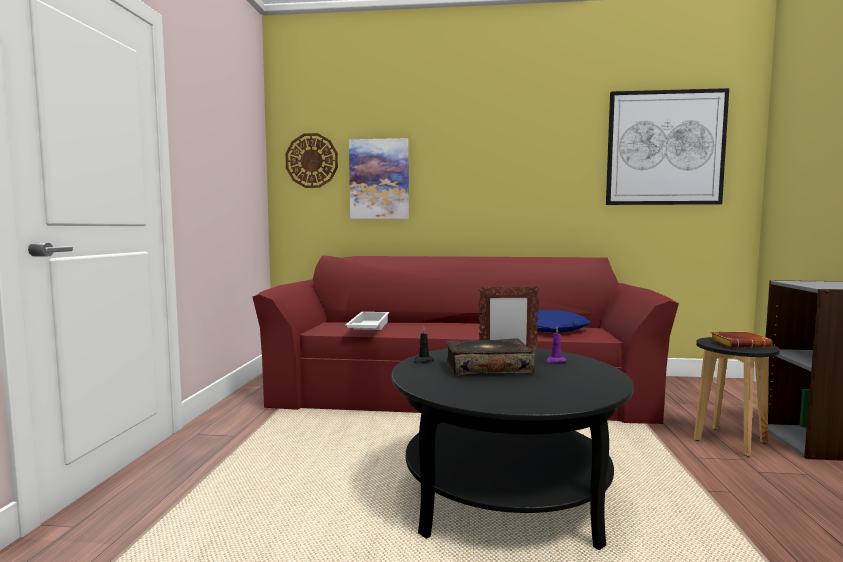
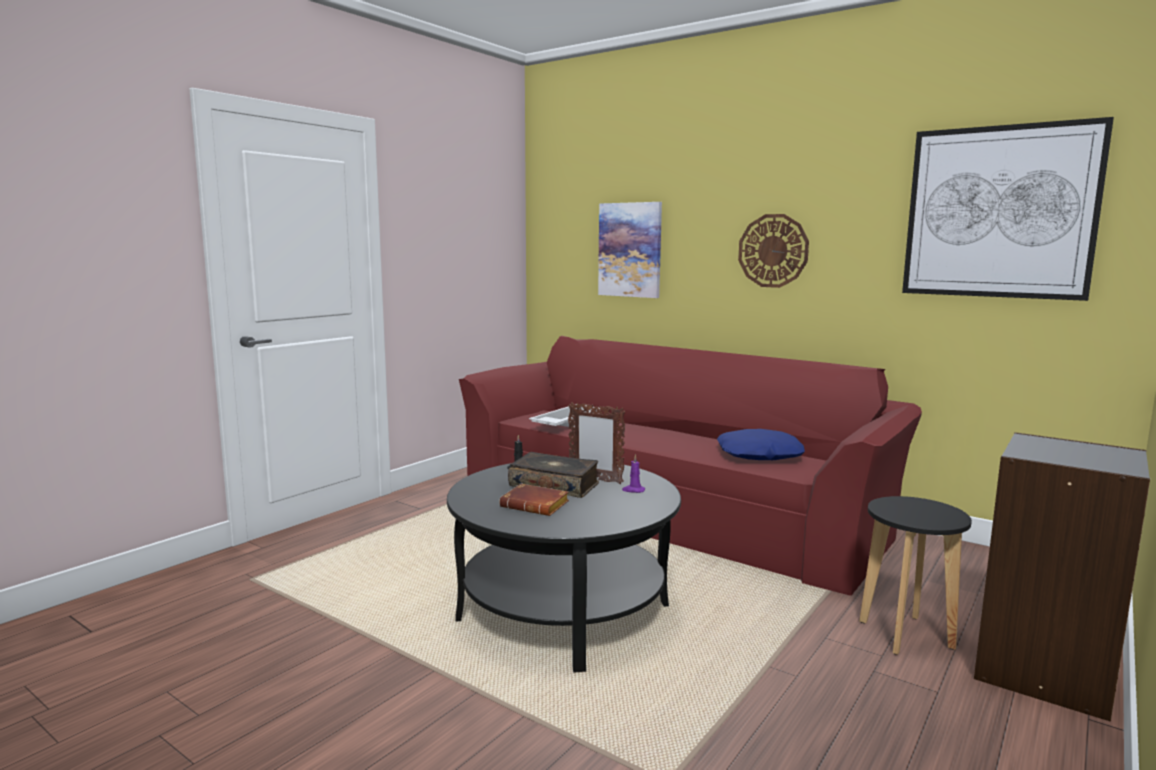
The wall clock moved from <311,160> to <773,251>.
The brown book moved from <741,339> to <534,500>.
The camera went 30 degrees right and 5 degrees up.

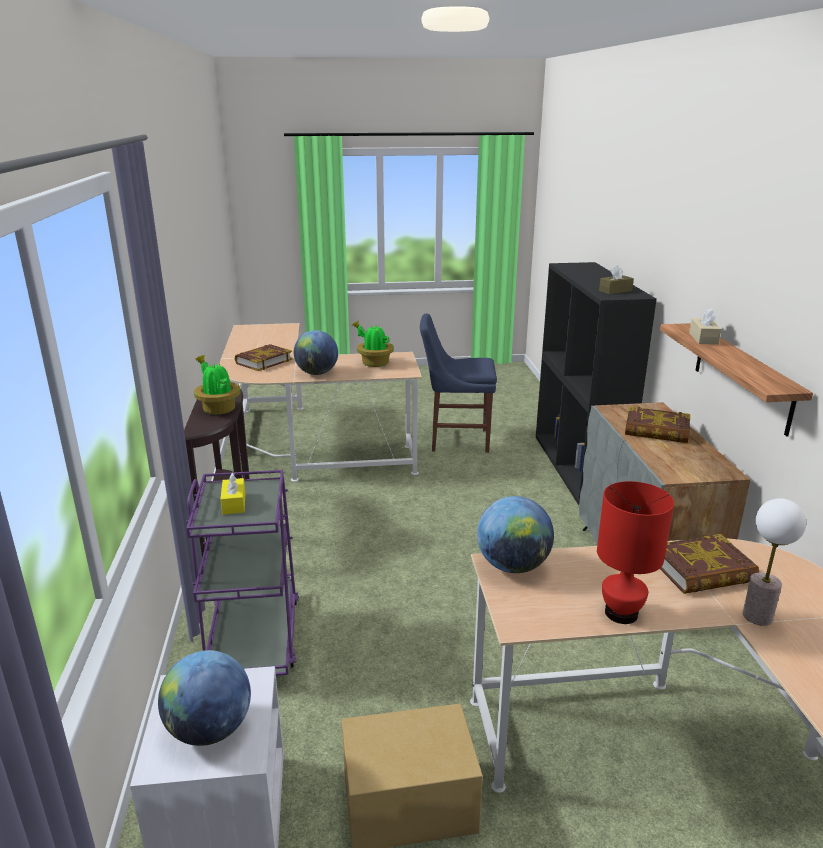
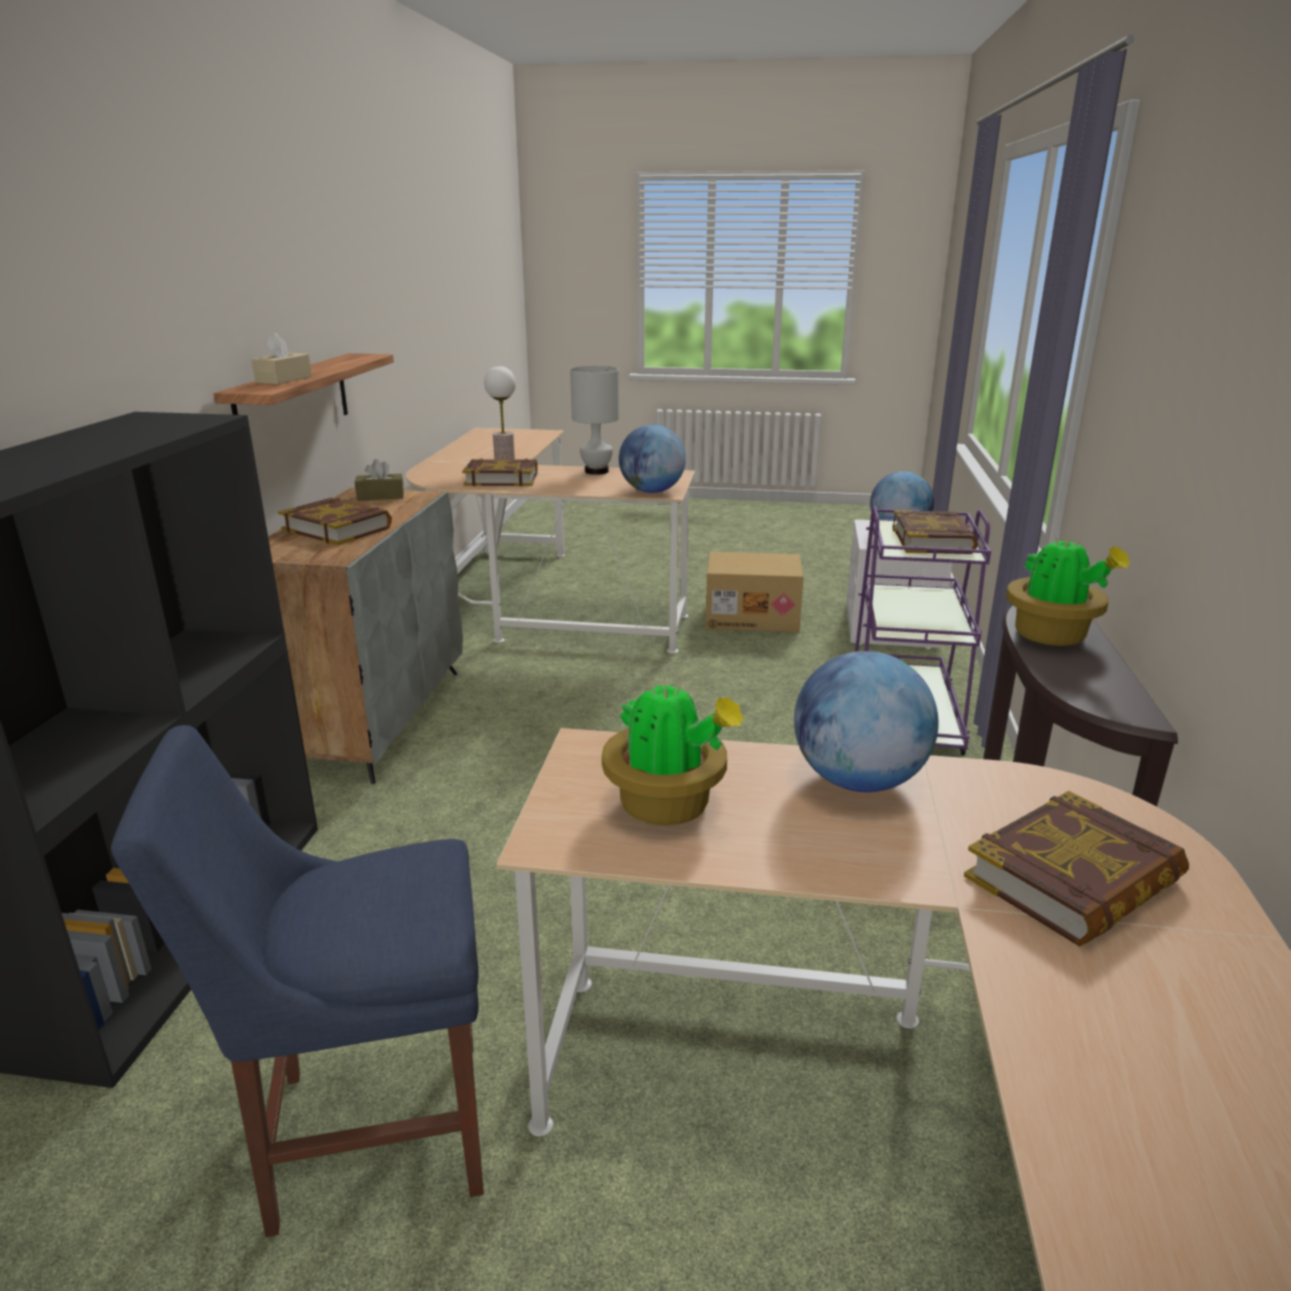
The yellow tissue box at <232,494> was replaced by the book at <935,532>.
The blue chair at <458,383> turned 150 degrees clockwise.
The red table lamp at <635,552> became the white table lamp at <594,420>.
The brown tissue box moved from <616,279> to <379,480>.
The camera went 165 degrees left and 0 degrees up.

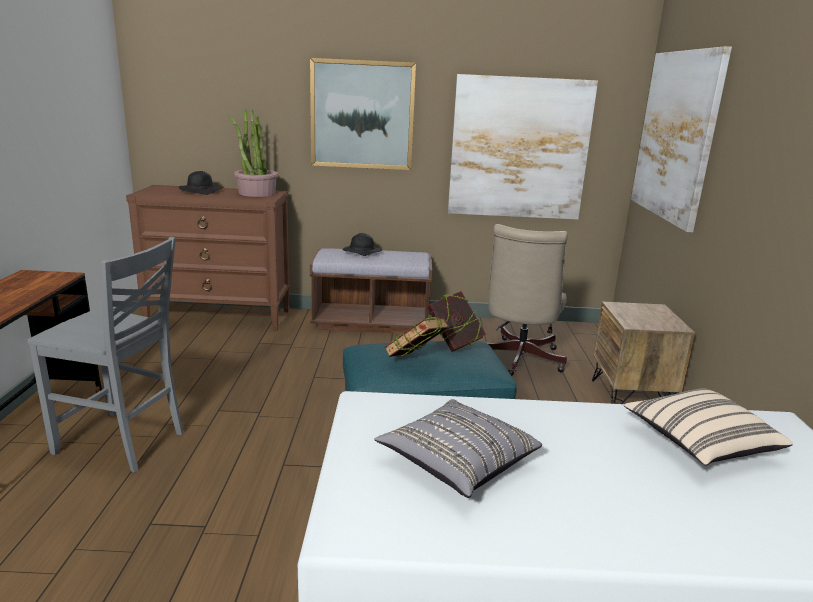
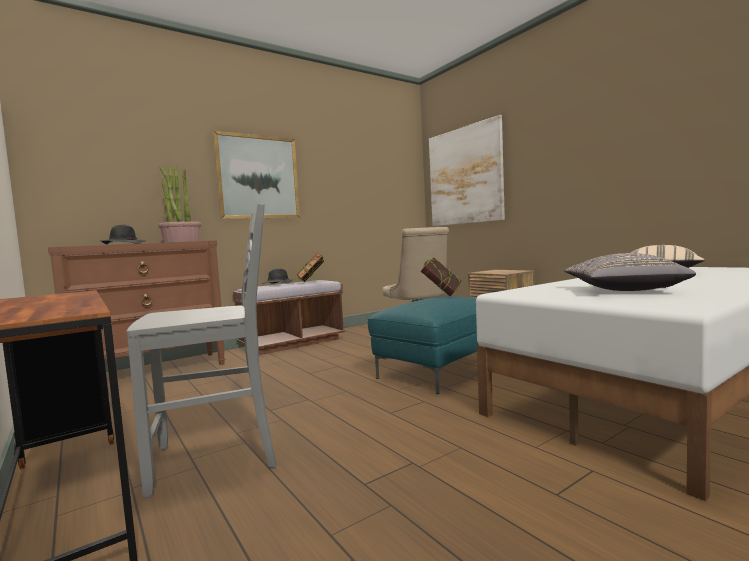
The book moved from <416,336> to <310,267>.
The picture at <523,147> disappeared.
The camera went 35 degrees left and 15 degrees down.

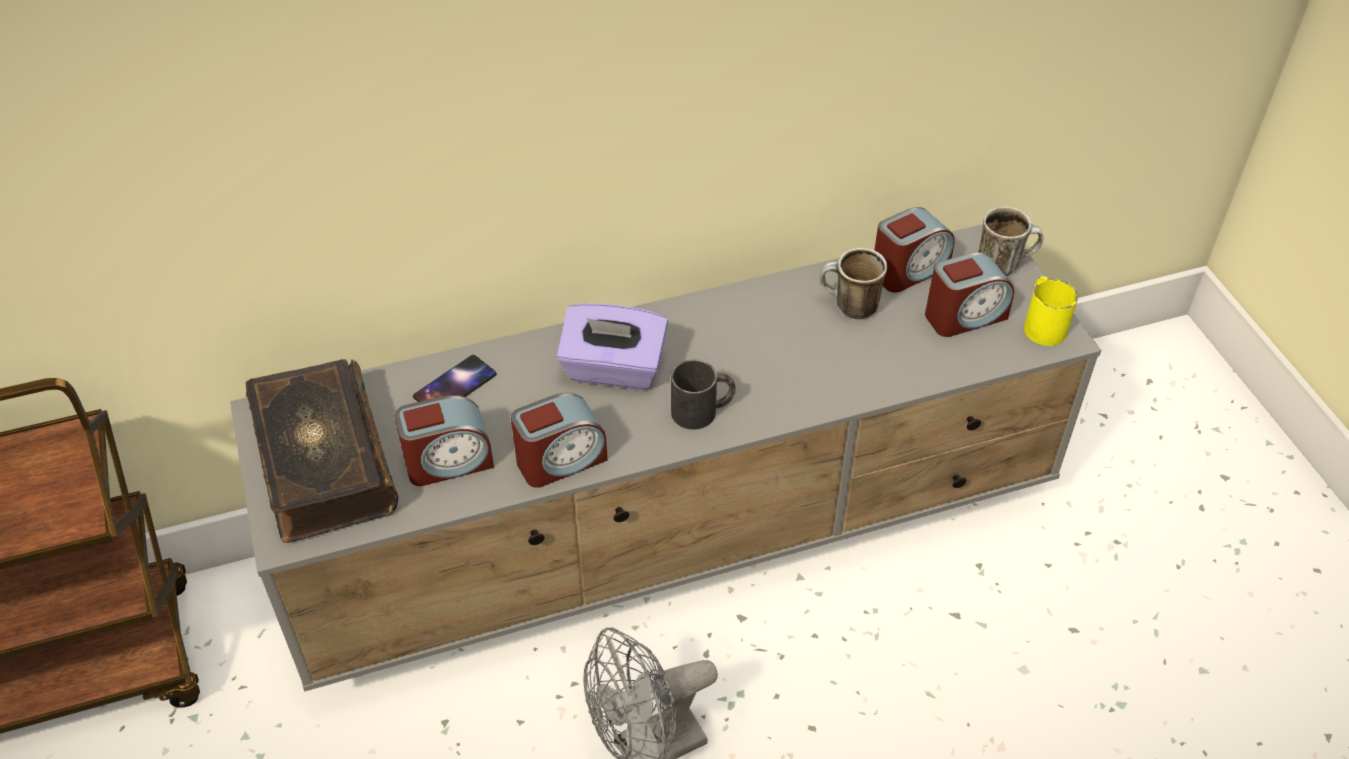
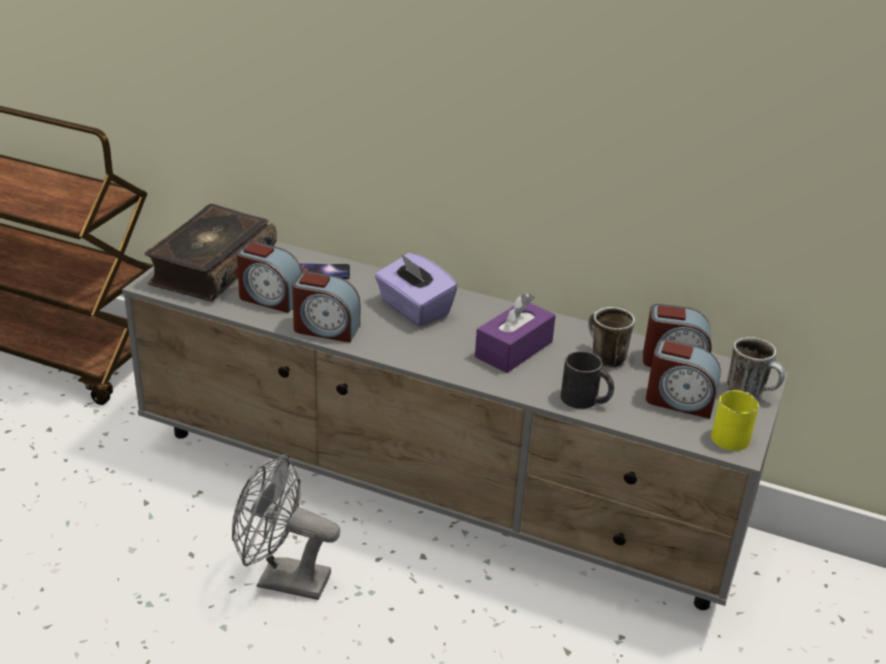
The black mug moved from <703,394> to <587,380>.
The purple tissue box at <515,333> appeared.
The camera went 40 degrees right and 15 degrees down.

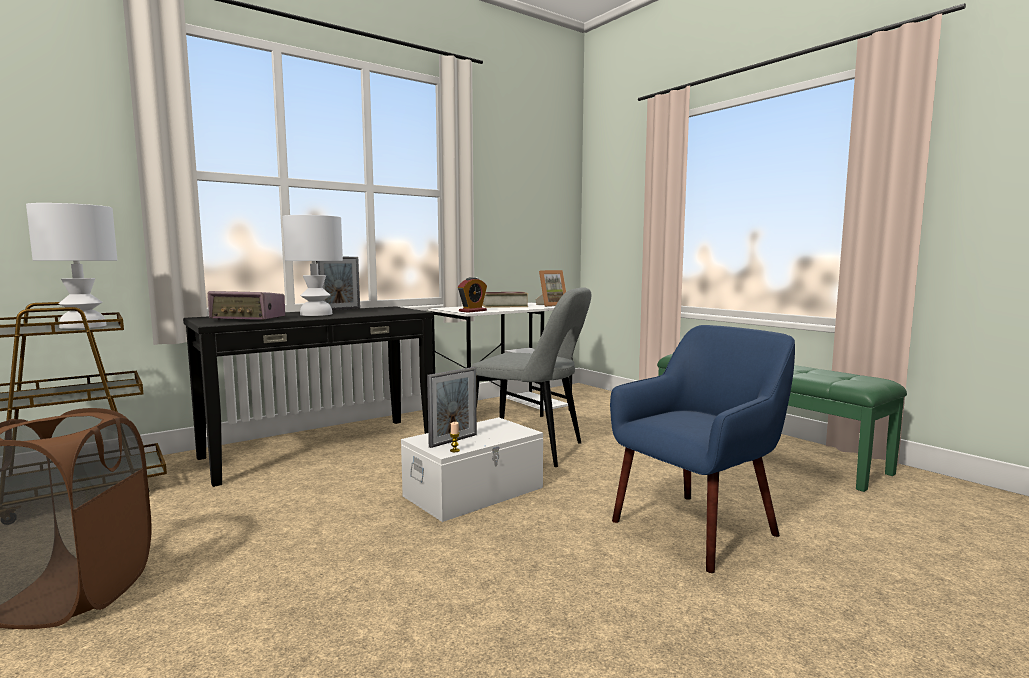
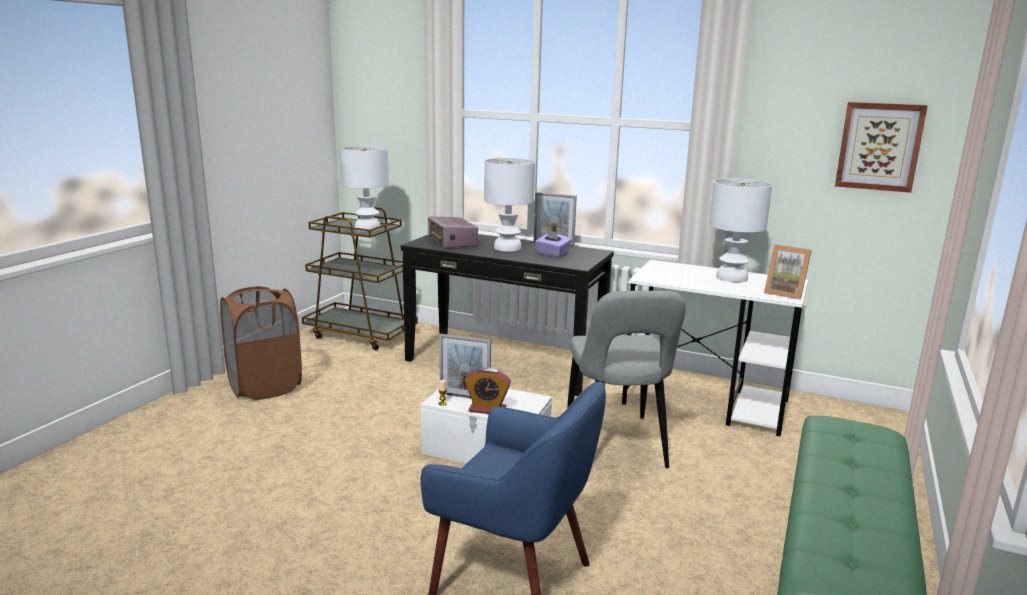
The alarm clock moved from <472,295> to <488,390>.
The book at <505,300> was replaced by the white table lamp at <740,230>.
The purple tissue box at <553,244> appeared.
The picture at <881,147> appeared.
The camera went 60 degrees right and 10 degrees up.

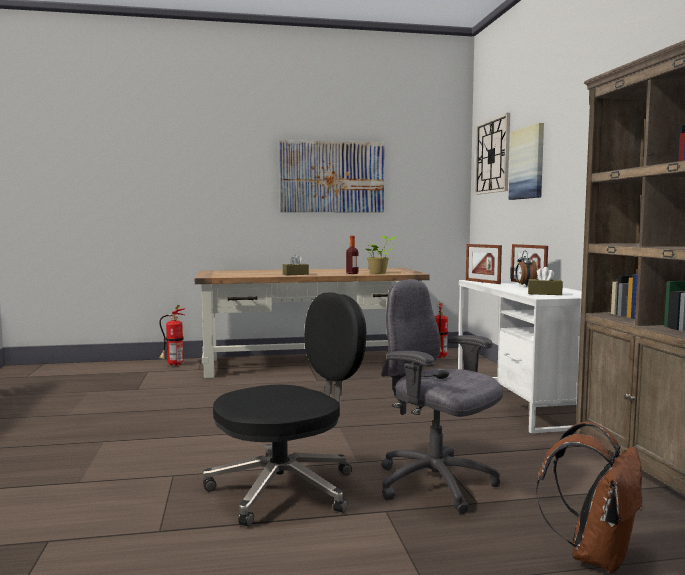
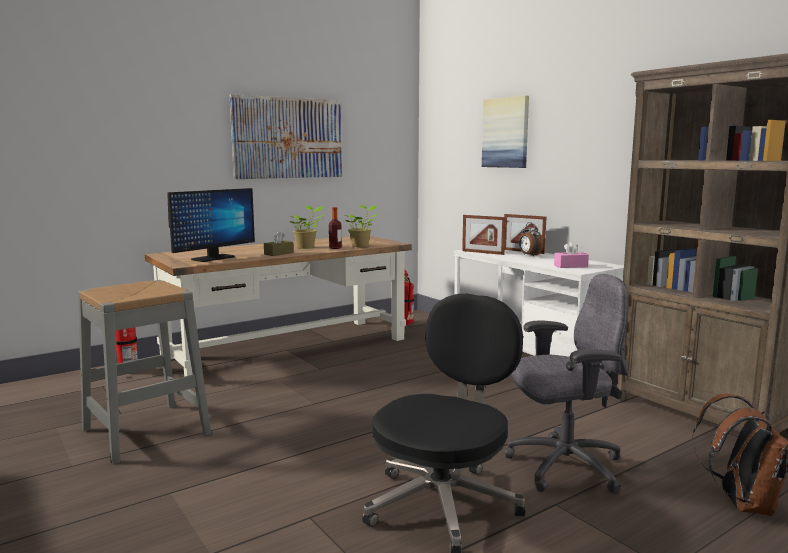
The grey office chair at <442,396> turned 150 degrees clockwise.
The wall clock at <492,154> disappeared.
The brown tissue box at <545,281> became the pink tissue box at <571,254>.
The grey stool at <144,372> appeared.
The monitor at <211,225> appeared.
The potted plant at <307,227> appeared.
The camera went 25 degrees left and 5 degrees up.

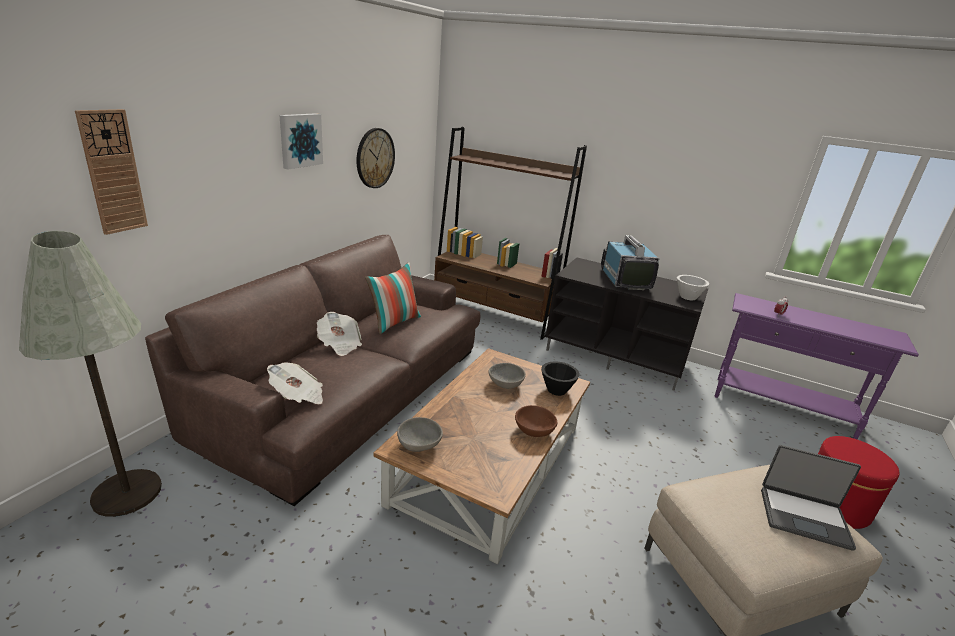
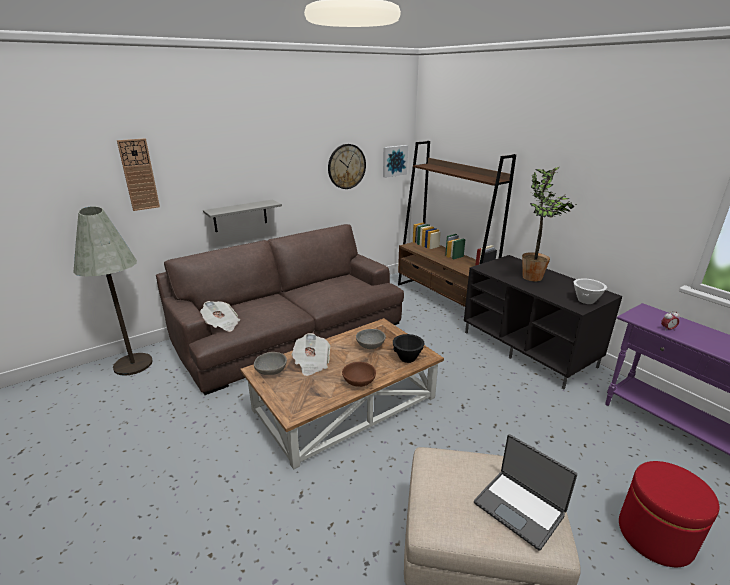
The picture moved from <301,141> to <395,161>.
The newspaper moved from <339,334> to <311,354>.
The pillow at <393,298> disappeared.
The television at <630,262> was replaced by the potted plant at <548,224>.
The grey shelf at <242,215> appeared.
The camera went 30 degrees right and 0 degrees up.

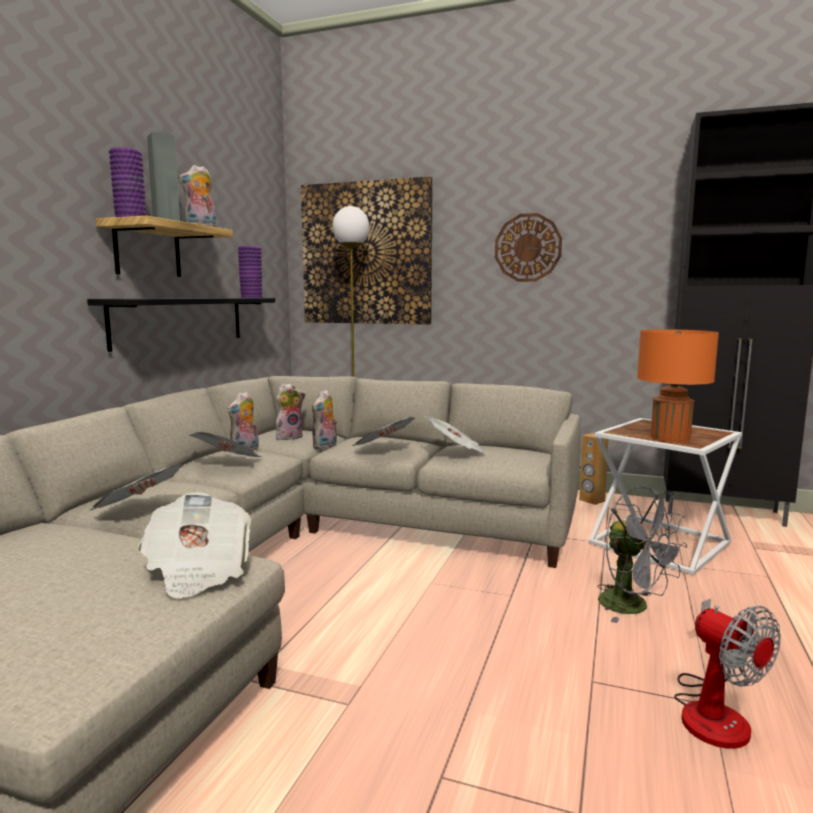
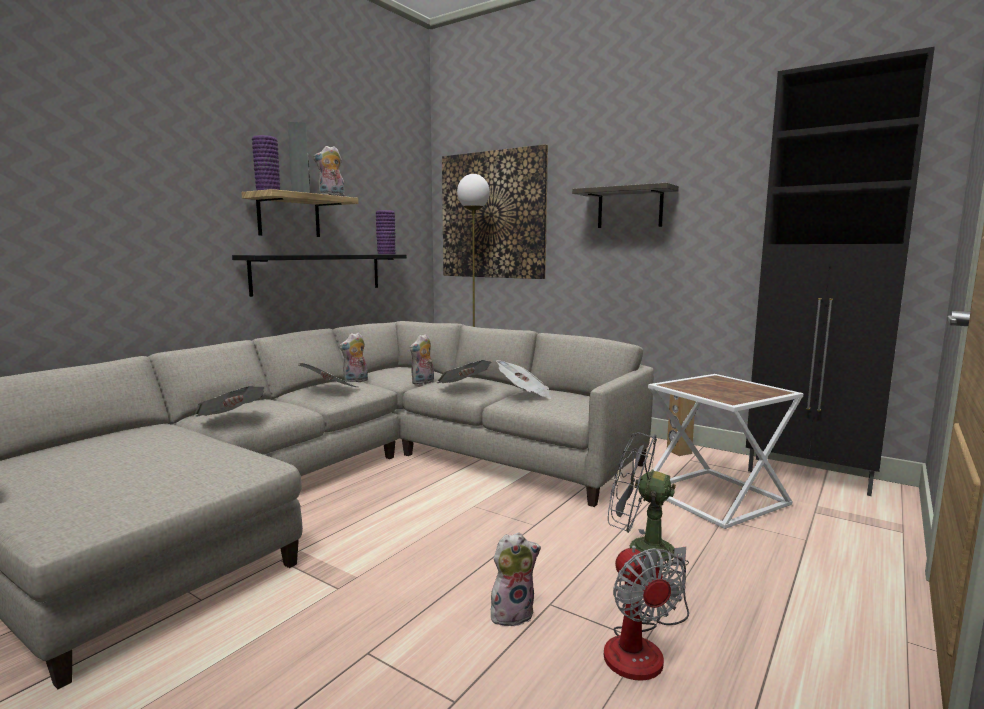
The newspaper at <194,545> disappeared.
The plush toy moved from <290,412> to <516,579>.
The wall clock at <528,247> was replaced by the shelf at <625,205>.
The grey fan at <642,554> turned 135 degrees clockwise.
The orange table lamp at <678,386> disappeared.
The camera went 15 degrees right and 0 degrees up.

